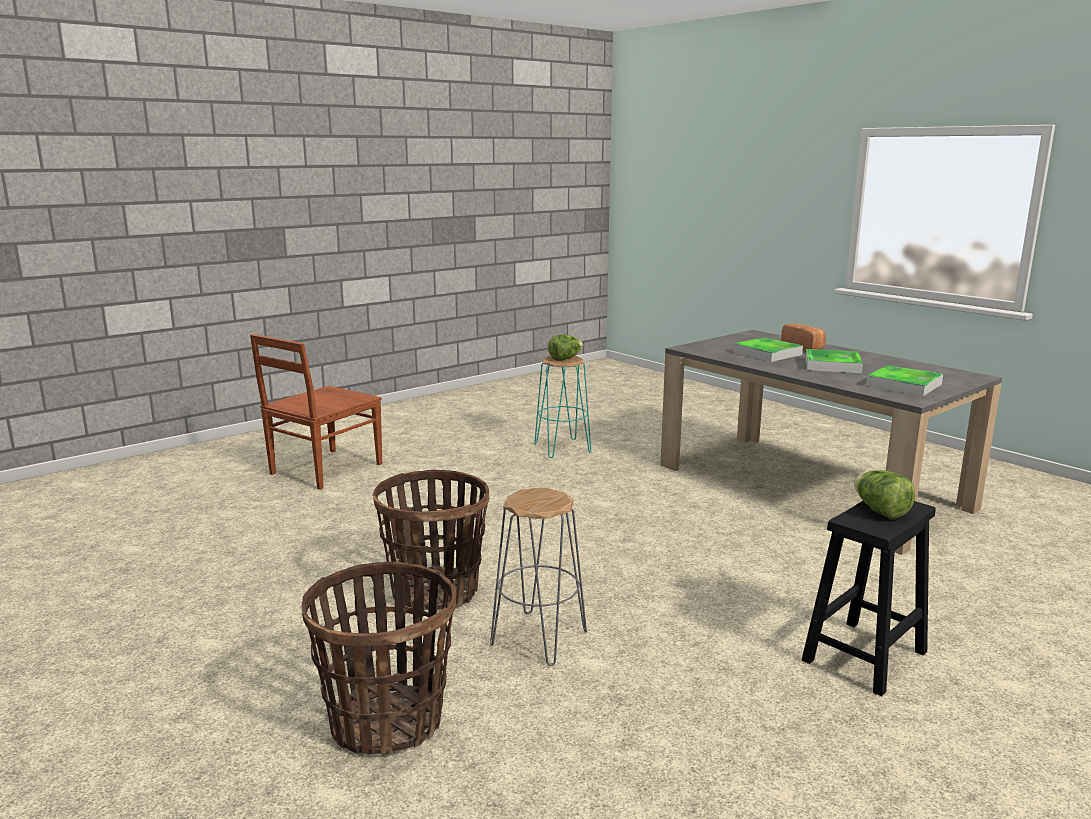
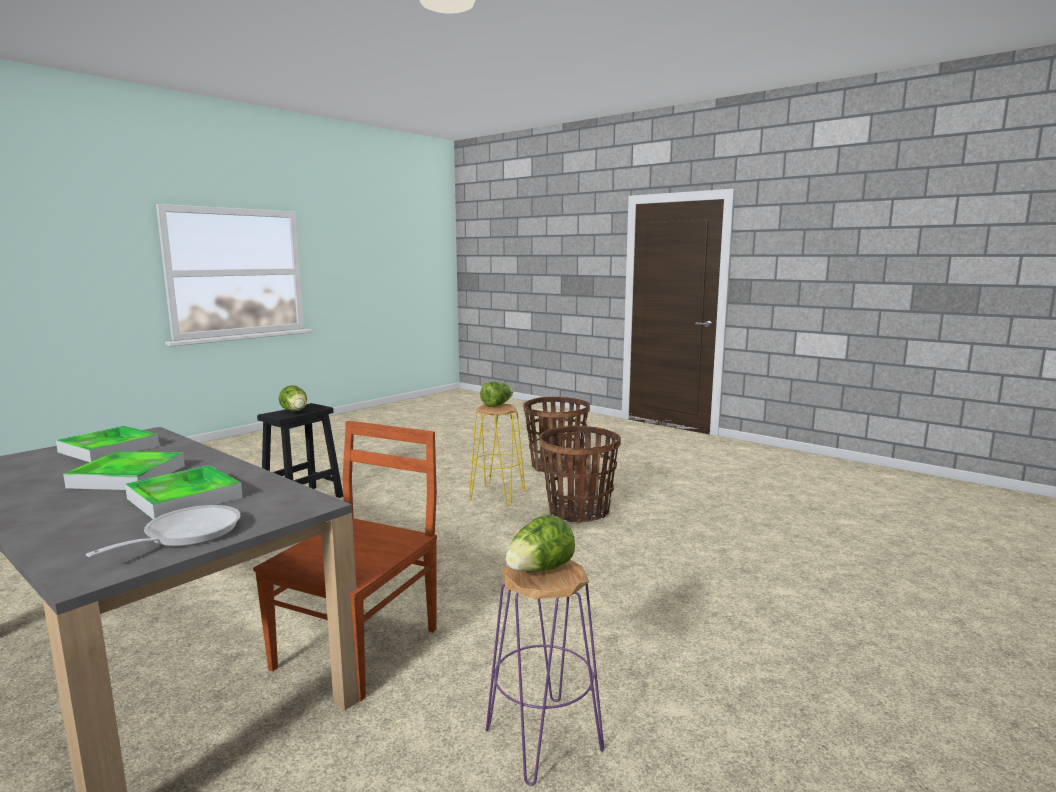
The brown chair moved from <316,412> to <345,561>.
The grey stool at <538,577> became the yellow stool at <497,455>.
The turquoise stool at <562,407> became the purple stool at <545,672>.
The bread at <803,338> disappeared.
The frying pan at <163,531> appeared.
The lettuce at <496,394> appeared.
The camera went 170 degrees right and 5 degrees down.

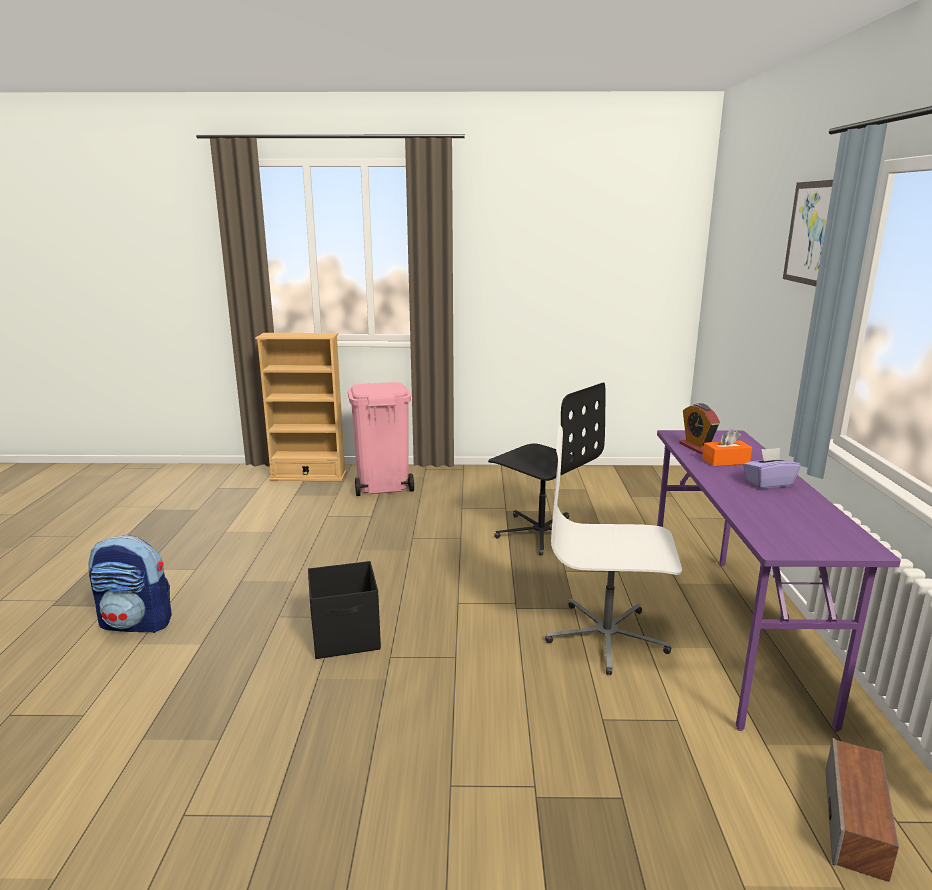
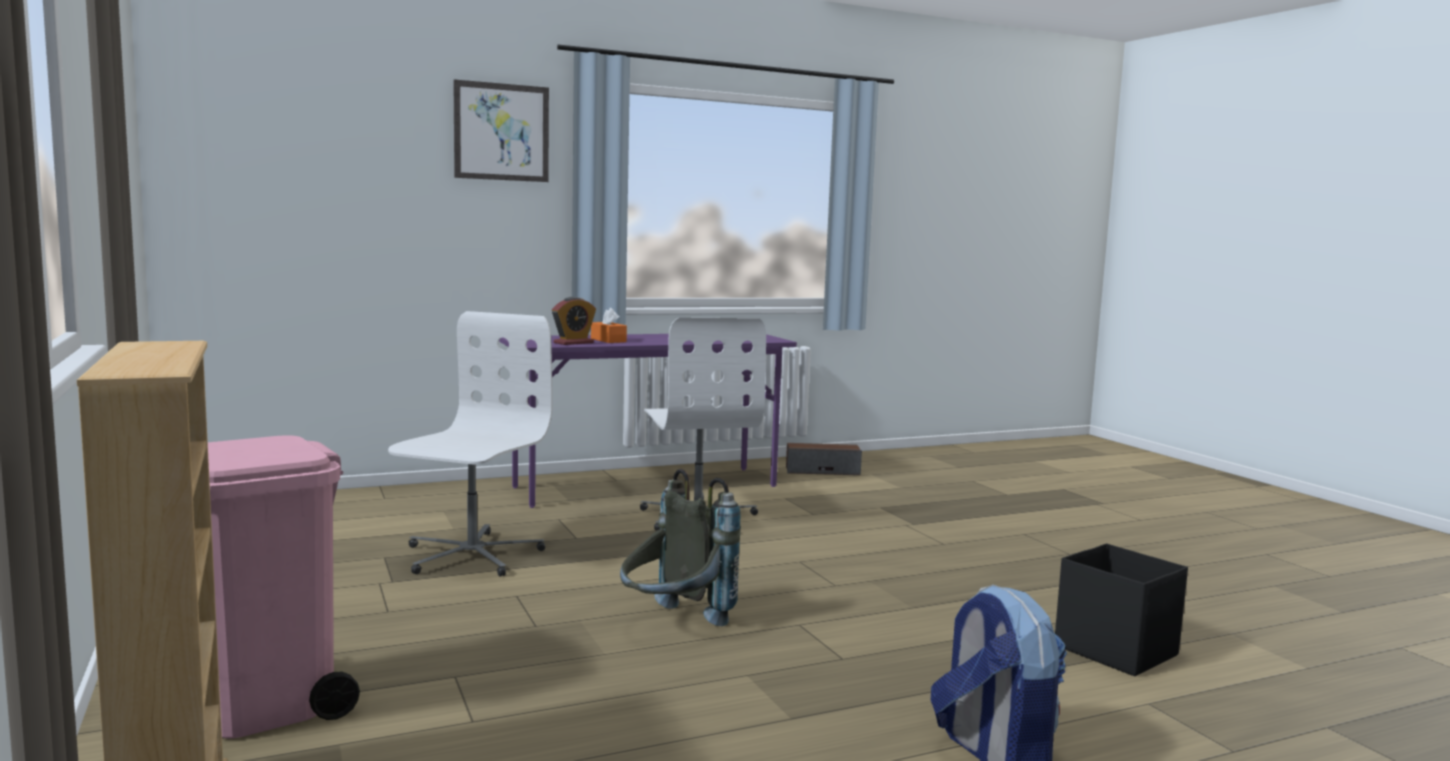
The black storage box moved from <344,610> to <1121,610>.
The black office chair at <547,468> became the white office chair at <470,443>.
The purple tissue box at <772,468> disappeared.
The grey backpack at <680,547> appeared.
The camera went 115 degrees left and 10 degrees down.

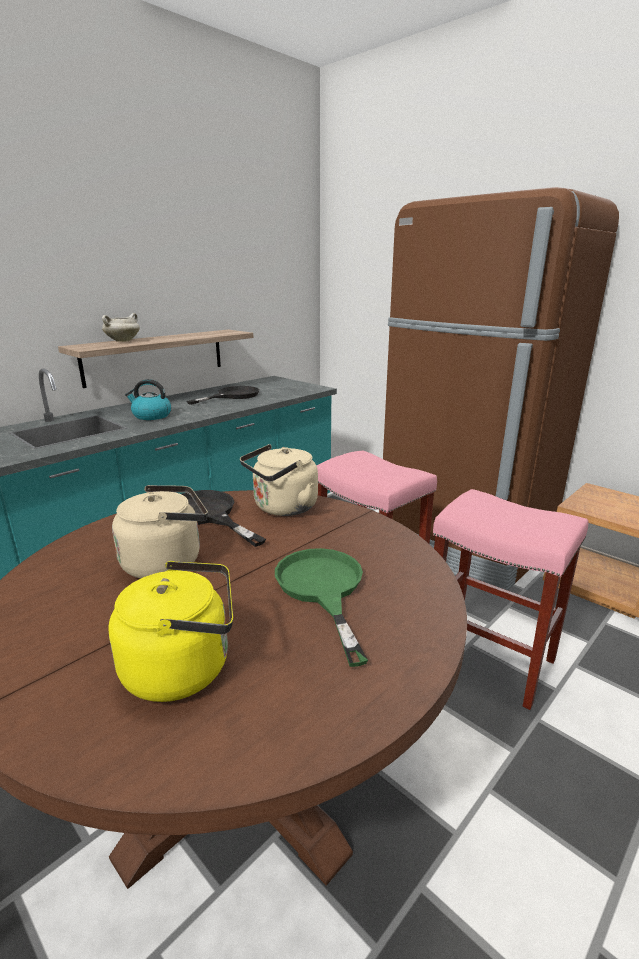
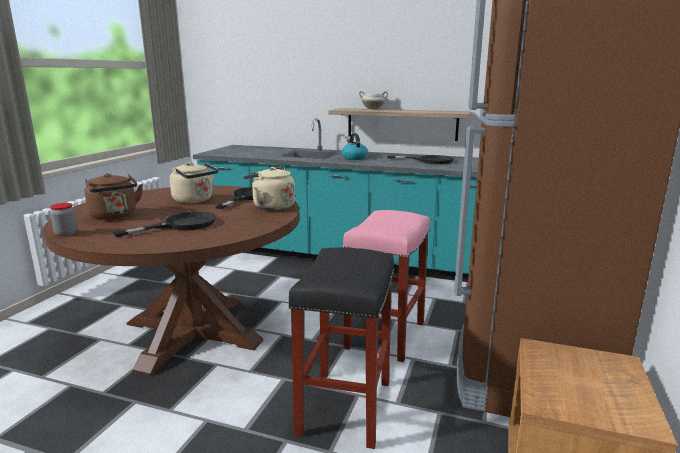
The yellow kettle at <170,631> became the brown kettle at <114,196>.
The green frying pan at <321,607> became the black frying pan at <164,224>.
The pink stool at <510,599> became the black stool at <341,348>.
The jar at <63,220> appeared.
The camera went 65 degrees right and 5 degrees down.

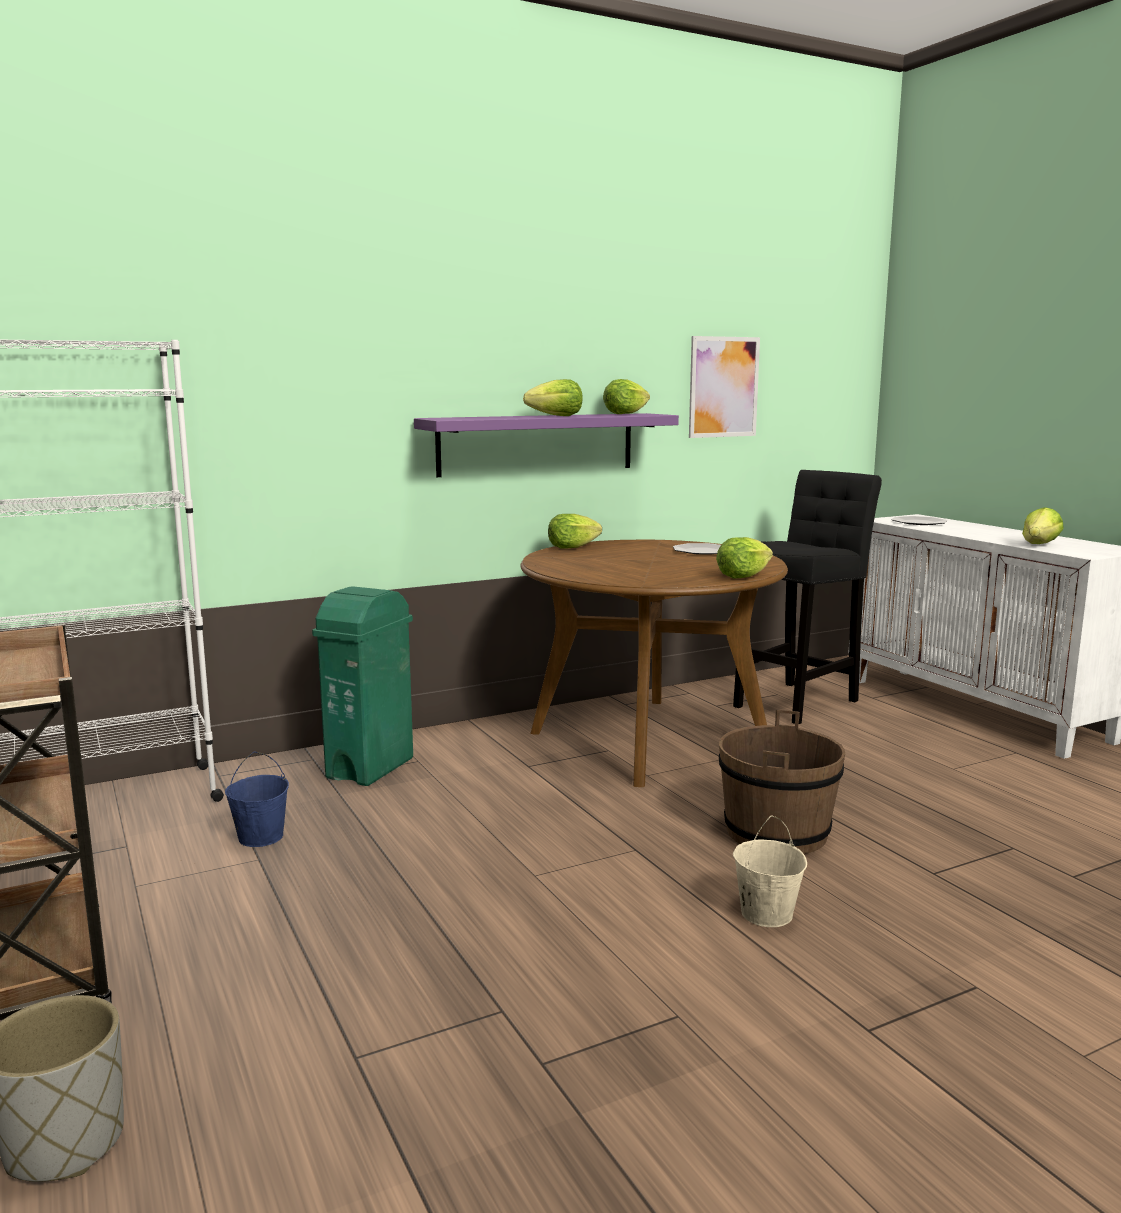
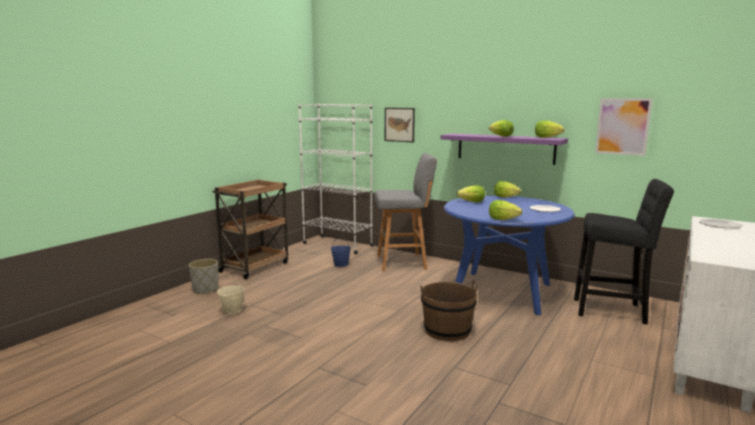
The green trash can at <362,686> was replaced by the grey stool at <405,212>.
The brown dining table at <654,663> became the blue dining table at <509,255>.
The beige bucket moved from <770,871> to <231,295>.
The lettuce moved from <1043,525> to <471,193>.
The picture at <400,125> appeared.
The camera went 60 degrees right and 0 degrees up.

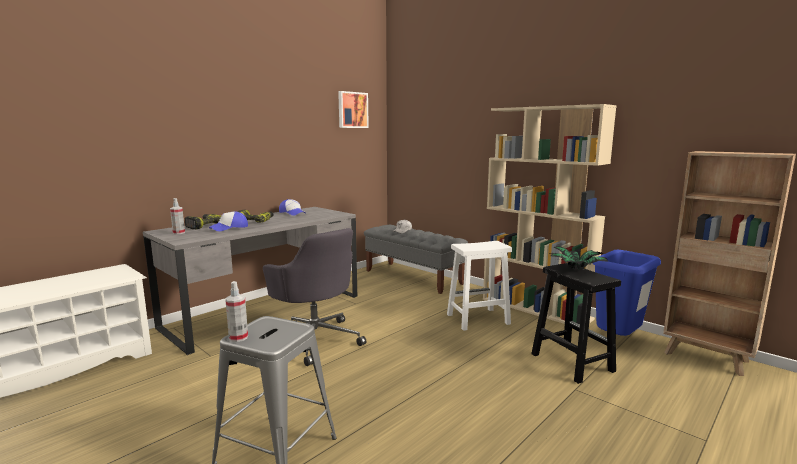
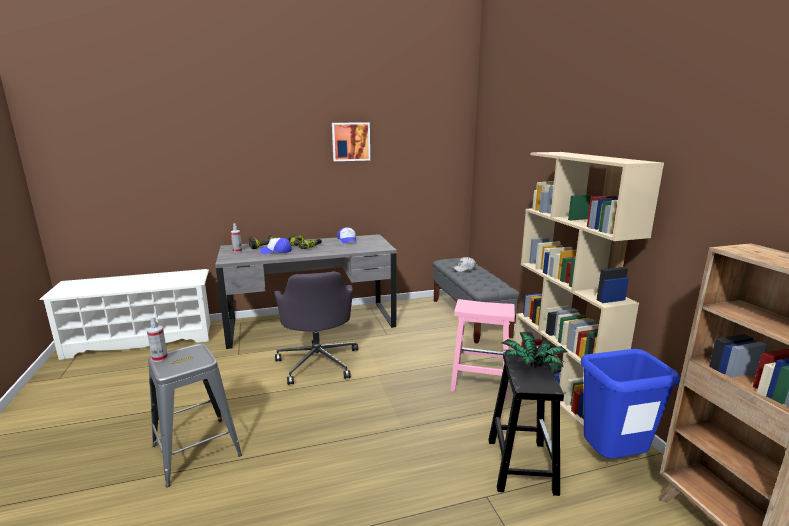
The picture moved from <353,109> to <351,142>.
The white stool at <479,286> became the pink stool at <482,349>.
The camera went 30 degrees right and 5 degrees up.

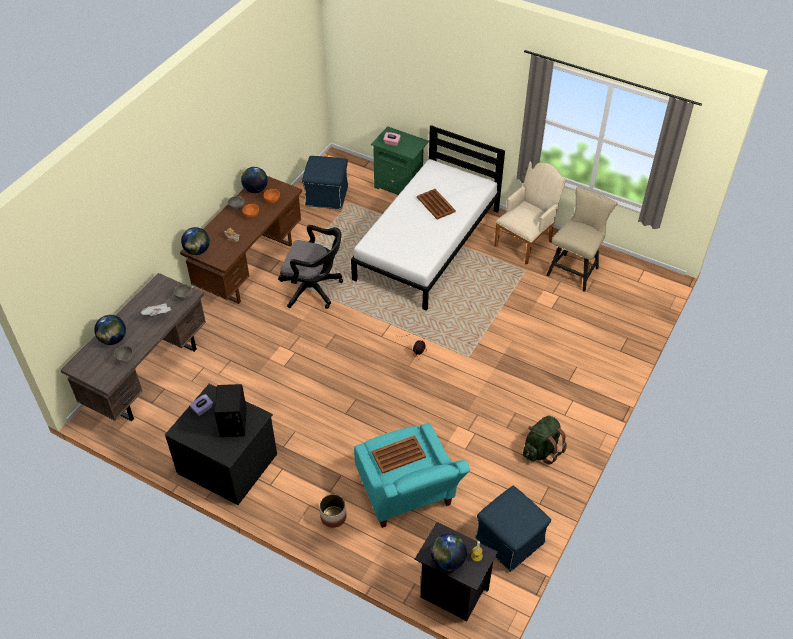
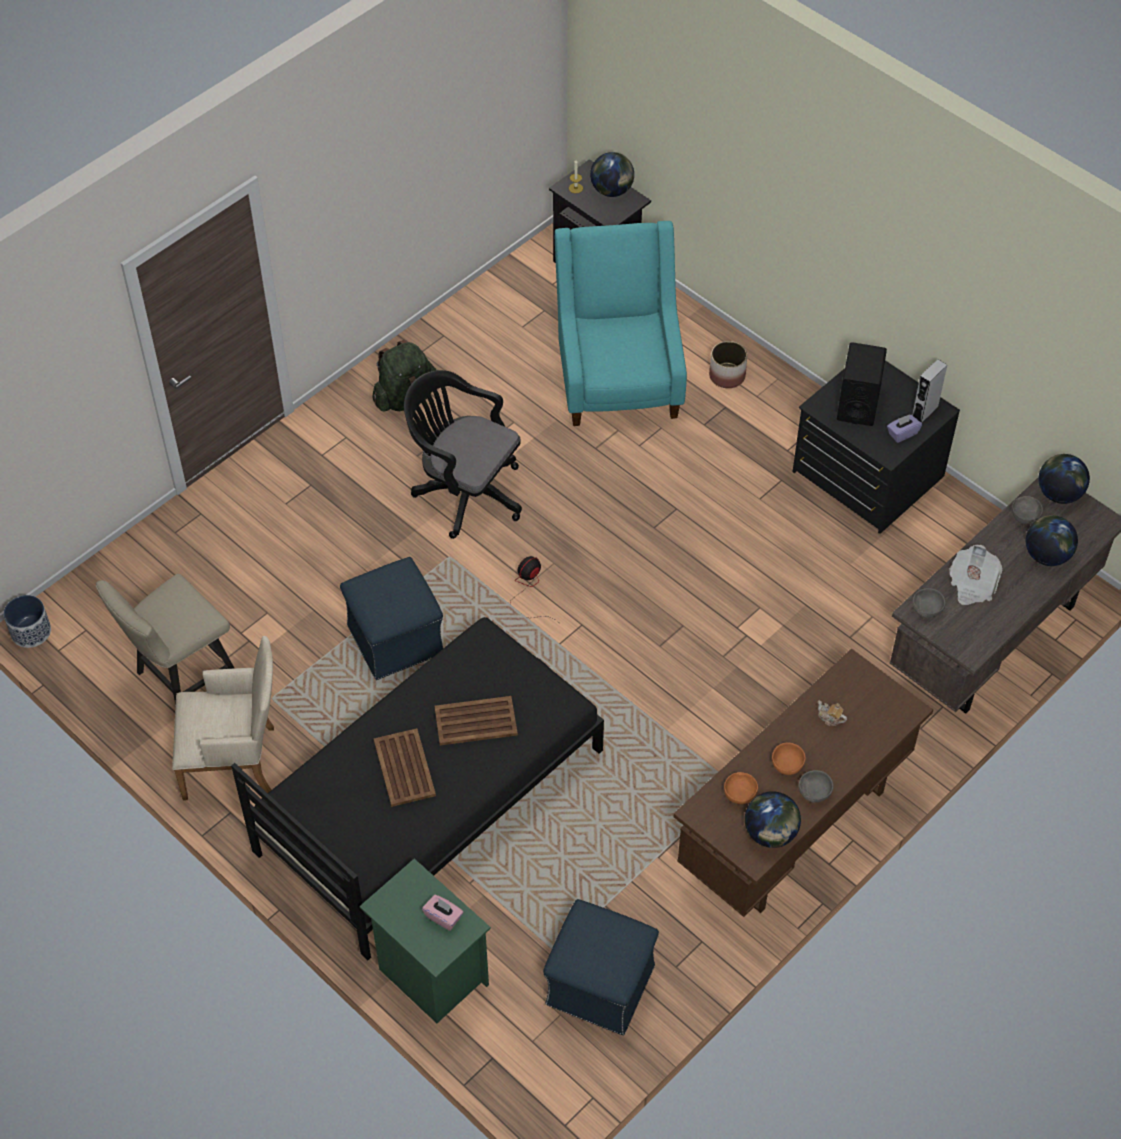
The globe moved from <195,241> to <1064,479>.
The black office chair moved from <310,267> to <463,454>.
The white bed at <428,218> became the black bed at <417,788>.
The brown tray moved from <399,454> to <476,720>.
The blue ottoman moved from <513,529> to <391,618>.
The beige armchair at <530,213> turned 150 degrees counterclockwise.
The planter at <27,621> appeared.
The grey speaker at <929,391> appeared.
The camera went 165 degrees left and 5 degrees up.

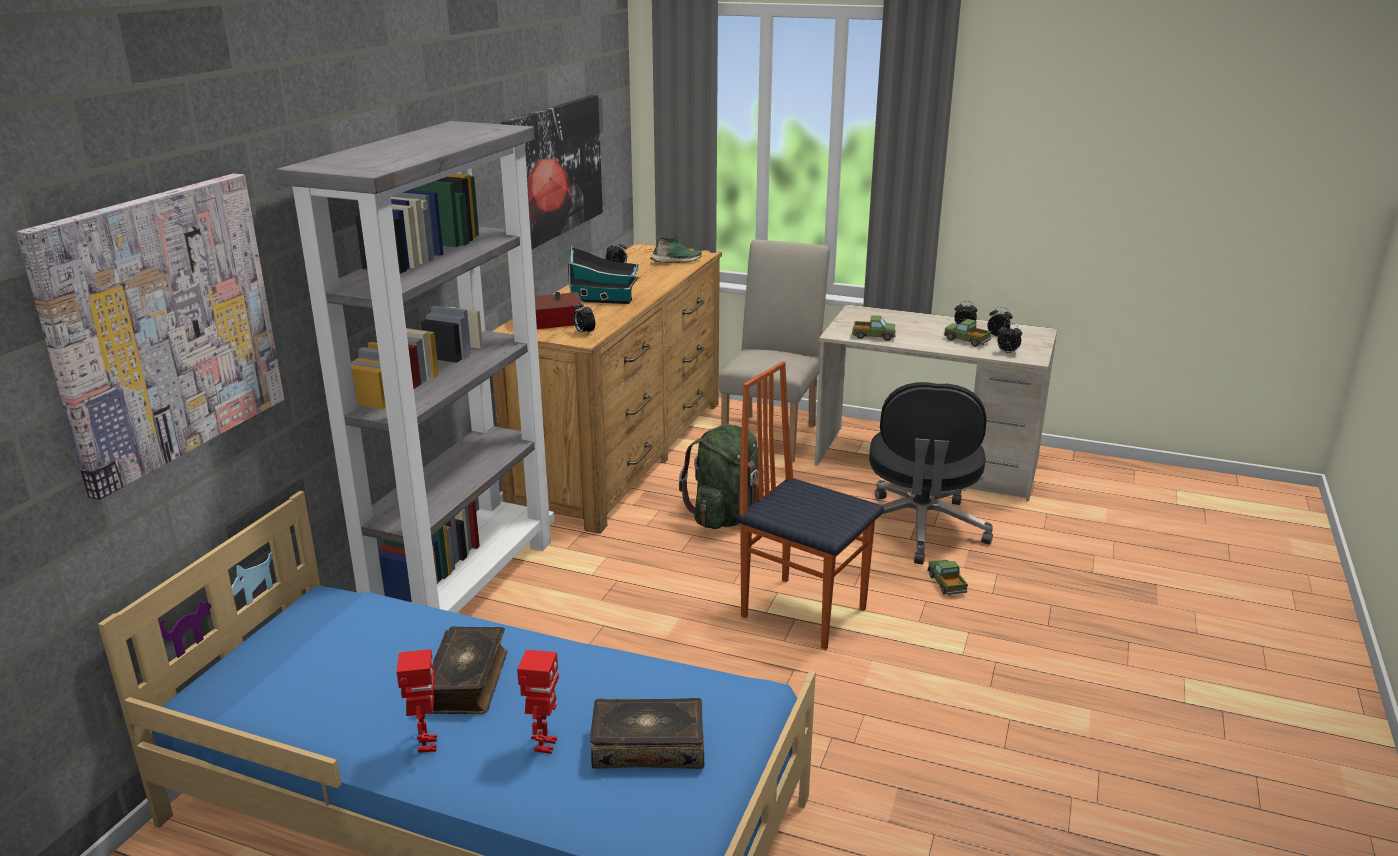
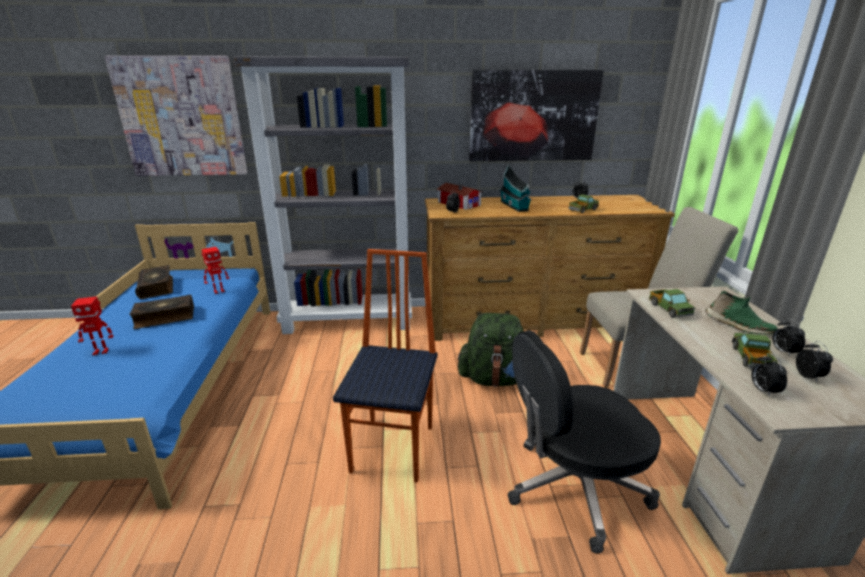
The toy robot moved from <417,701> to <216,270>.
The book moved from <647,733> to <154,282>.
The green shoe moved from <676,248> to <741,312>.
The toy truck moved from <948,578> to <584,203>.
The camera went 65 degrees right and 0 degrees up.

